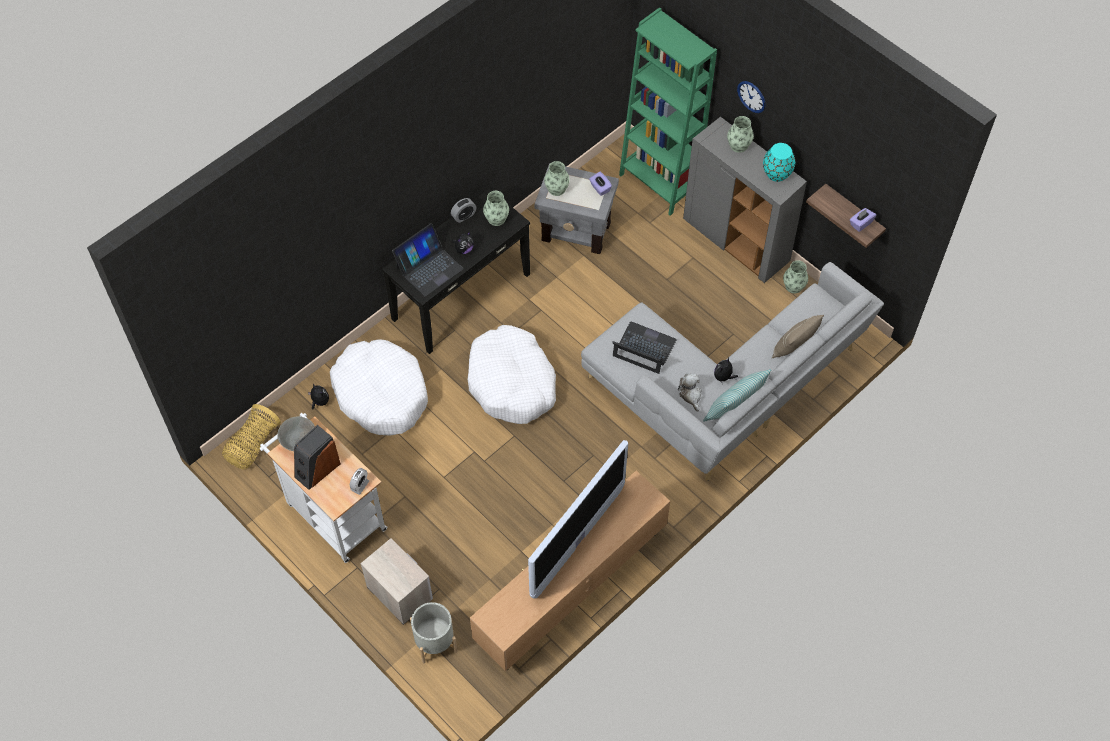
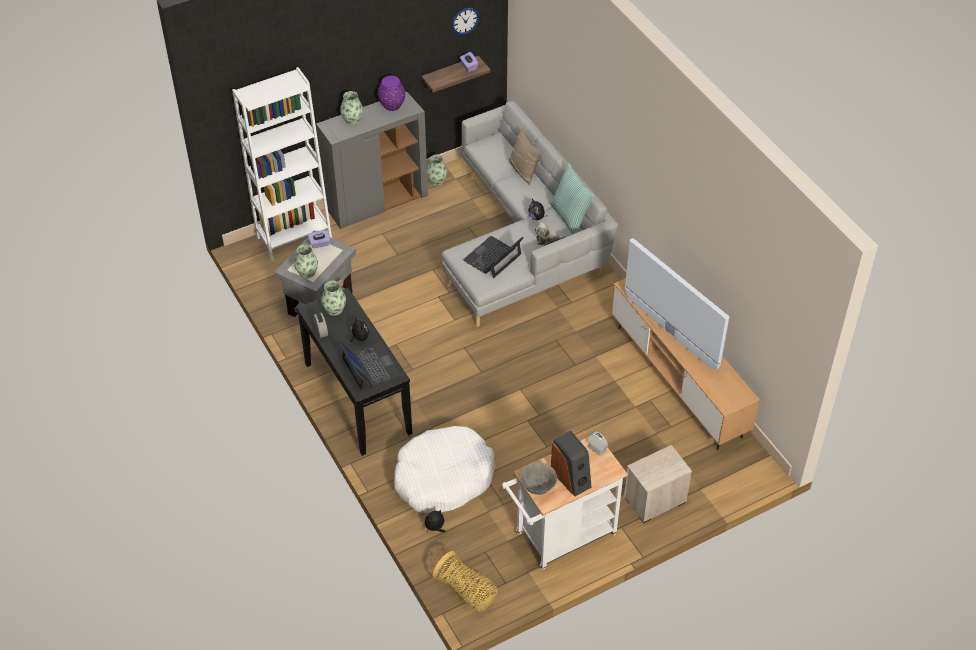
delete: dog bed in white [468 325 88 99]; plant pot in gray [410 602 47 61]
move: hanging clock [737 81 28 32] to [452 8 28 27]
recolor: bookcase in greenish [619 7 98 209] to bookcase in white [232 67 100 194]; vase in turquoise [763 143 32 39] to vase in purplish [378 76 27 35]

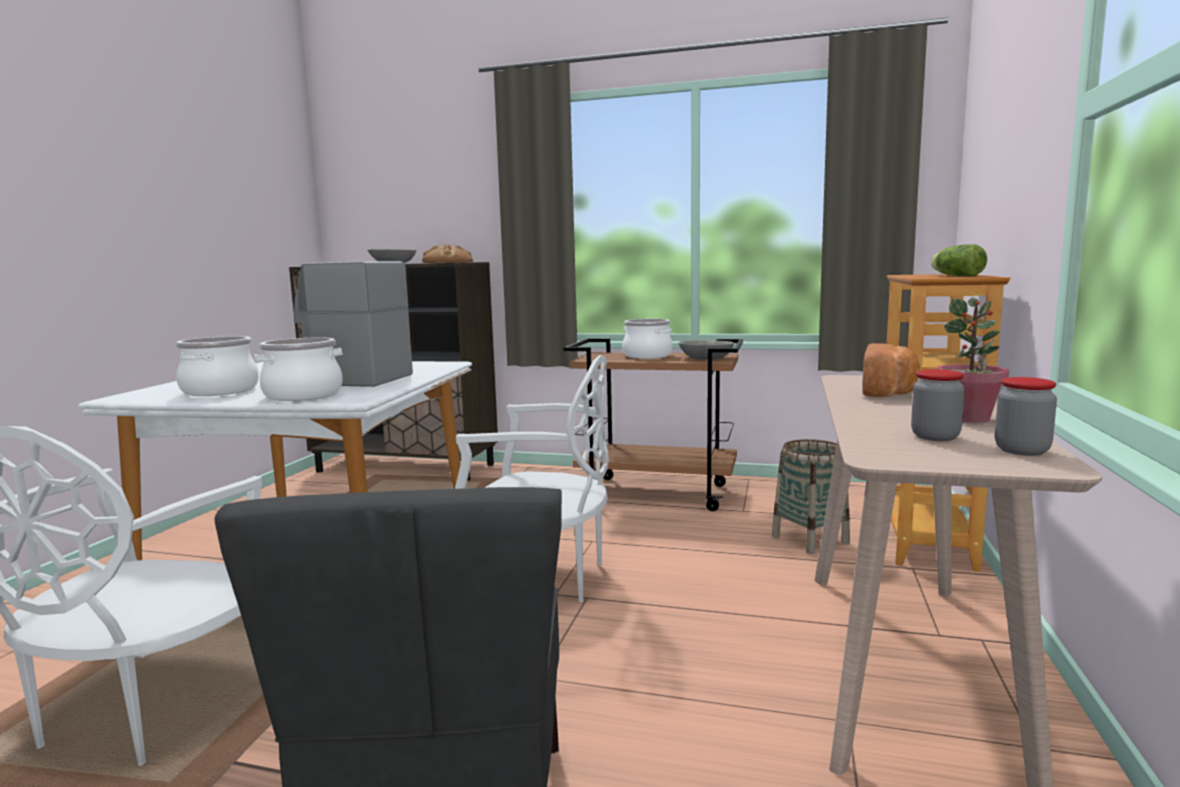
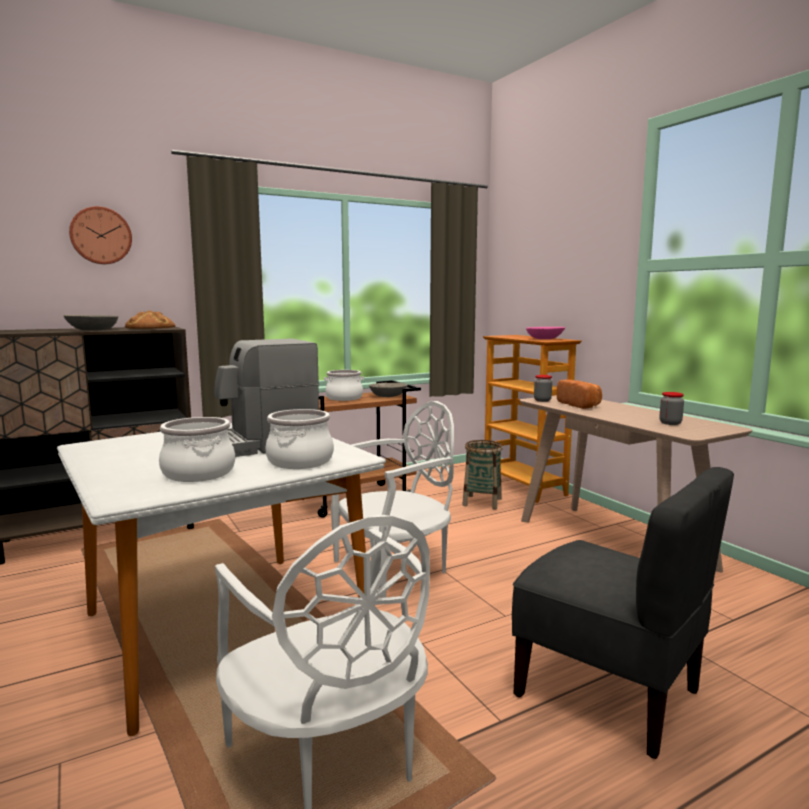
delete: houseplant [937 298 72 125]
insert: hanging clock [69 206 63 58]
move: jar [995 377 62 79] to [534 375 18 27]
replace: lettuce [931 245 56 31] to serving bowl in pinkish [526 327 39 12]

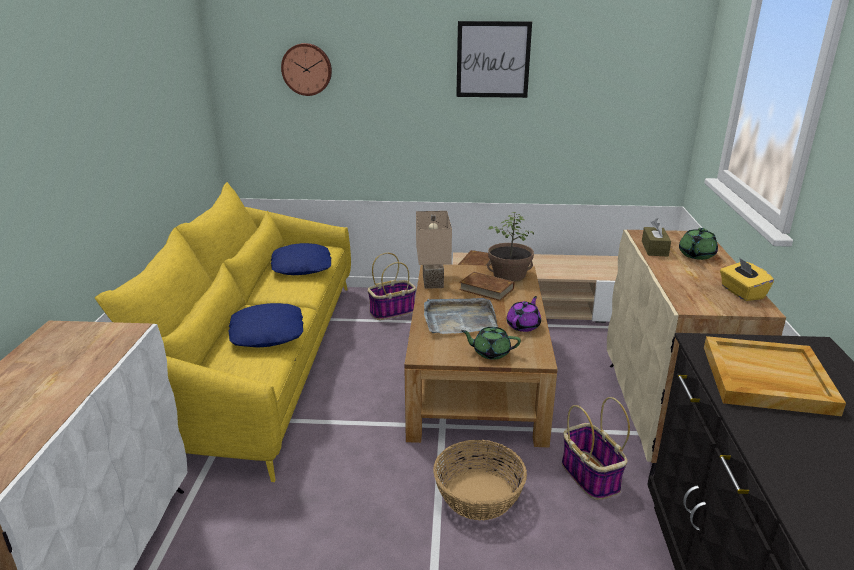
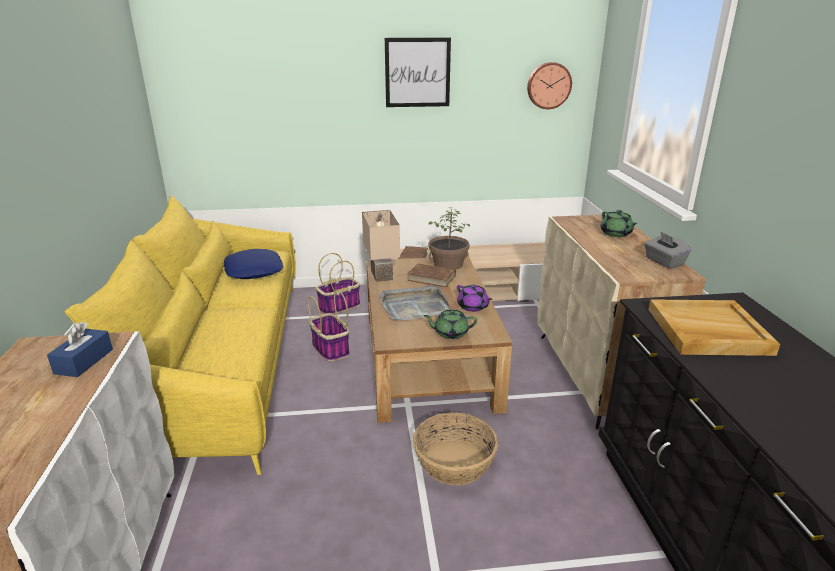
delete: tissue box in brown-coloured [642 218 29 39]; pillow in blue [228 303 75 45]
insert: tissue box in blue [47 322 66 55]
move: hanging clock [281 43 51 53] to [527 62 45 47]; storage basket [562 397 68 103] to [308 290 41 71]
recolor: tissue box in yellow-coloured [720 257 54 44] to tissue box in gray [644 232 48 36]
rotate: teapot in greenish [679 228 39 32] = [600 210 38 27] 45 degrees counterclockwise; teapot in purplish [507 296 34 36] = [457 284 35 28] 120 degrees clockwise

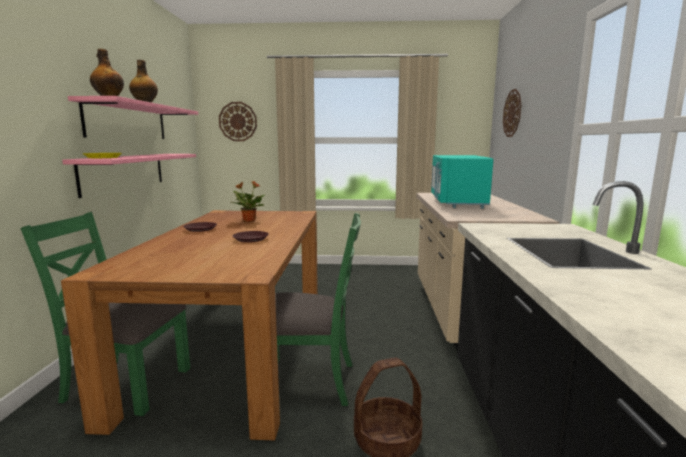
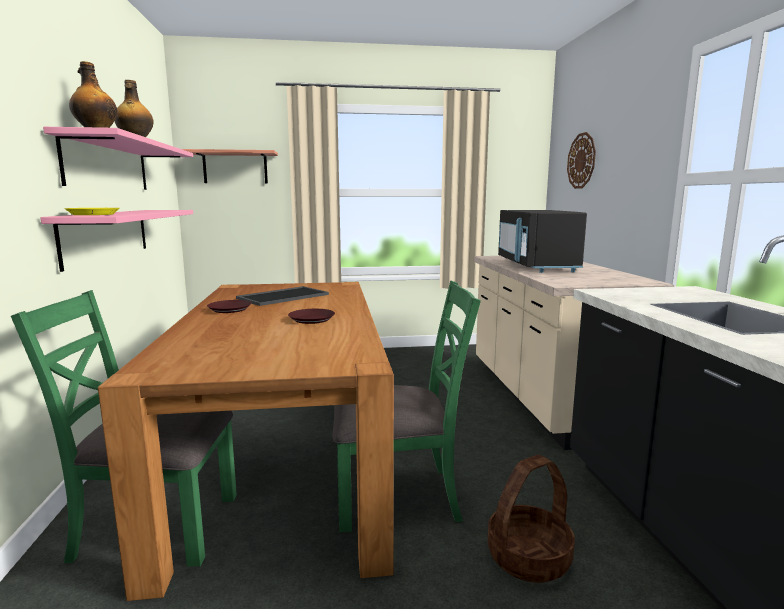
replace: hanging clock [219 102 38 39] to shelf [182 149 96 35]; houseplant [231 181 34 41] to carrying tray [236 286 93 20]
recolor: kitchen microwave in turquoise [431 155 62 54] to kitchen microwave in blackish [498 210 89 63]

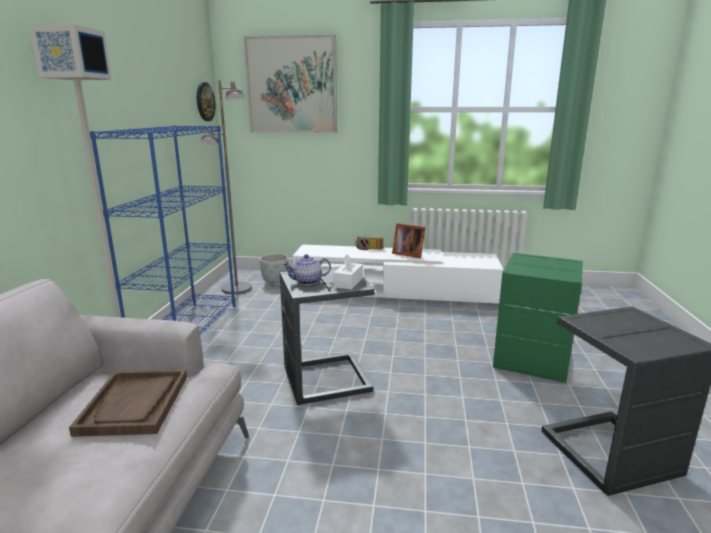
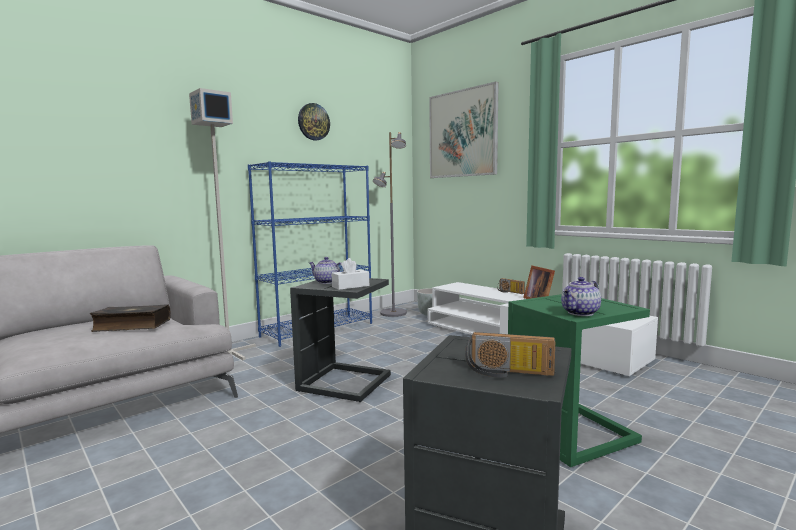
insert: teapot [561 277 40 39]; radio receiver [465 332 90 46]
move: hanging clock [197 82 18 39] to [298 103 32 38]
replace: carrying tray in brown-coloured [69 369 118 68] to bound book [90 304 81 28]

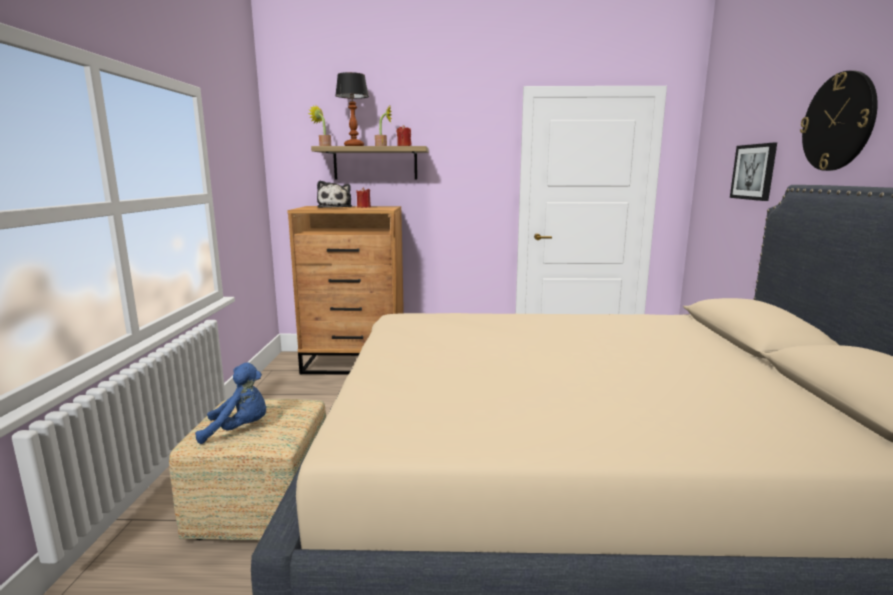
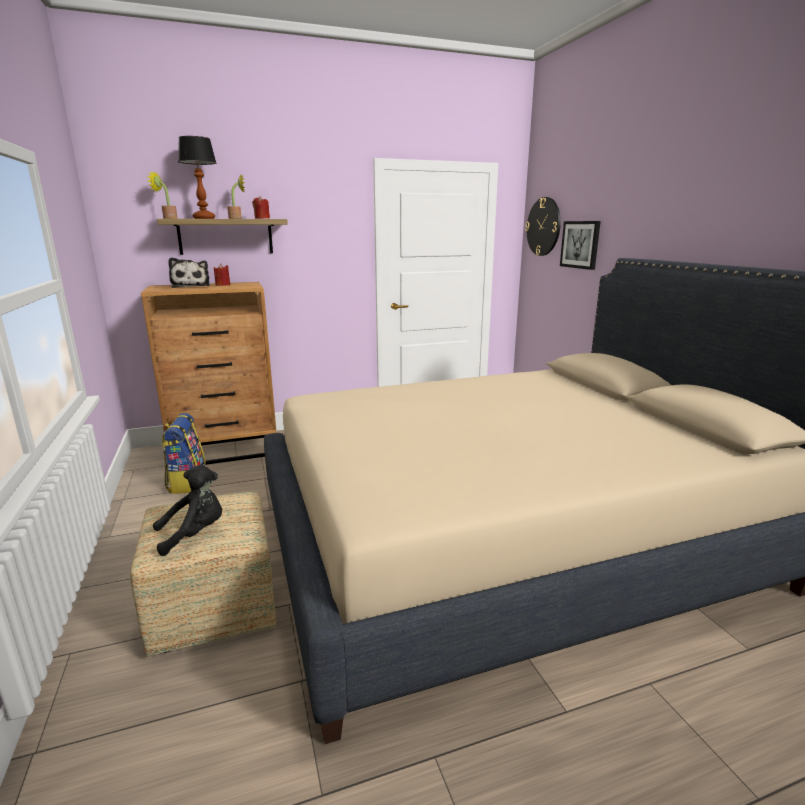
insert: backpack [162 413 44 81]
move: hanging clock [800 71 78 100] to [525 197 36 59]
recolor: plush toy in blue [195 363 71 81] to plush toy in blackish [153 465 69 91]

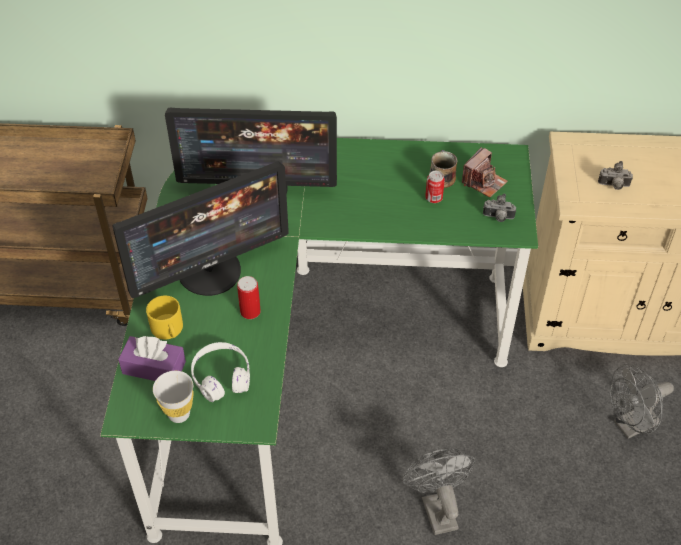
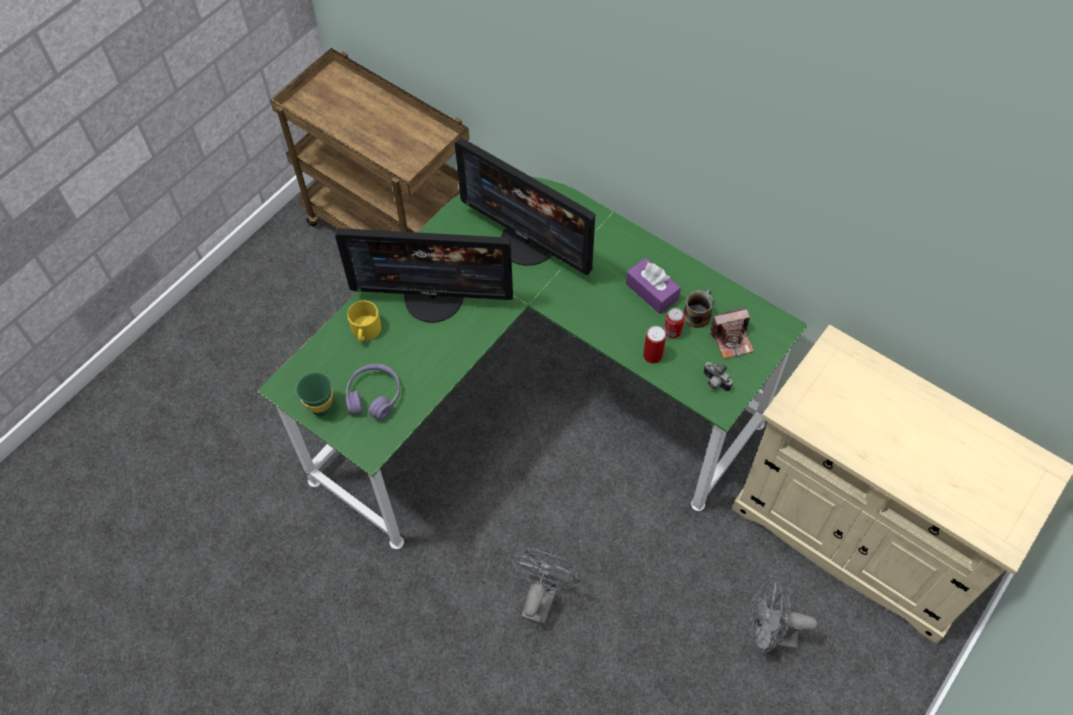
delete: photo camera [598 161 35 29]
move: sealed can [237 276 24 43] to [643 326 23 38]; tissue box in purplish [118 336 68 45] to [626 257 55 57]
recolor: headset in white [191 342 59 60] to headset in purplish [345 364 55 56]; small cup in white [153 371 41 52] to small cup in greenish [296 372 37 44]

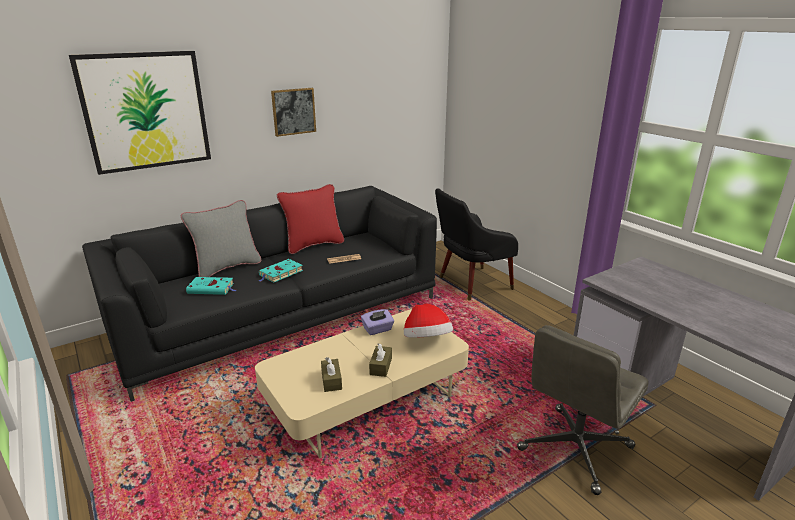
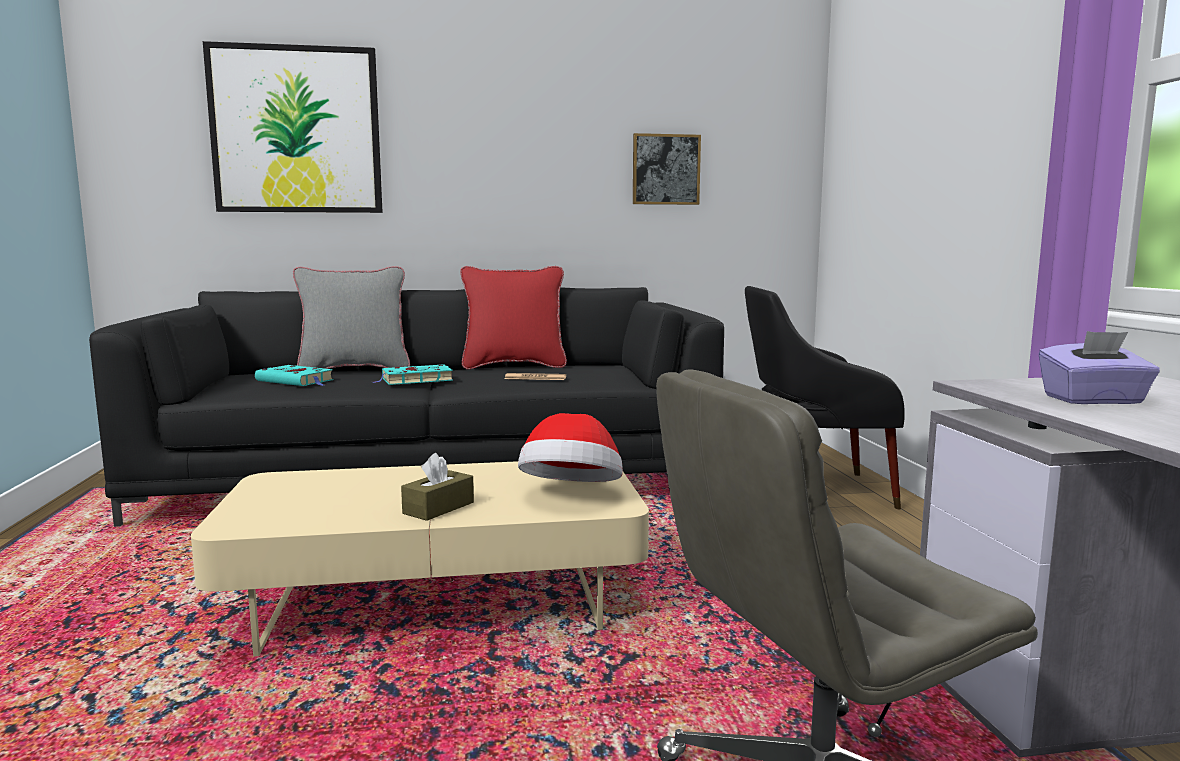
delete: tissue box in brown-coloured [321 357 21 35]
move: wall art [271 88 45 49] to [633 133 68 72]; tissue box in purplish [361 309 33 26] to [1039 331 121 73]

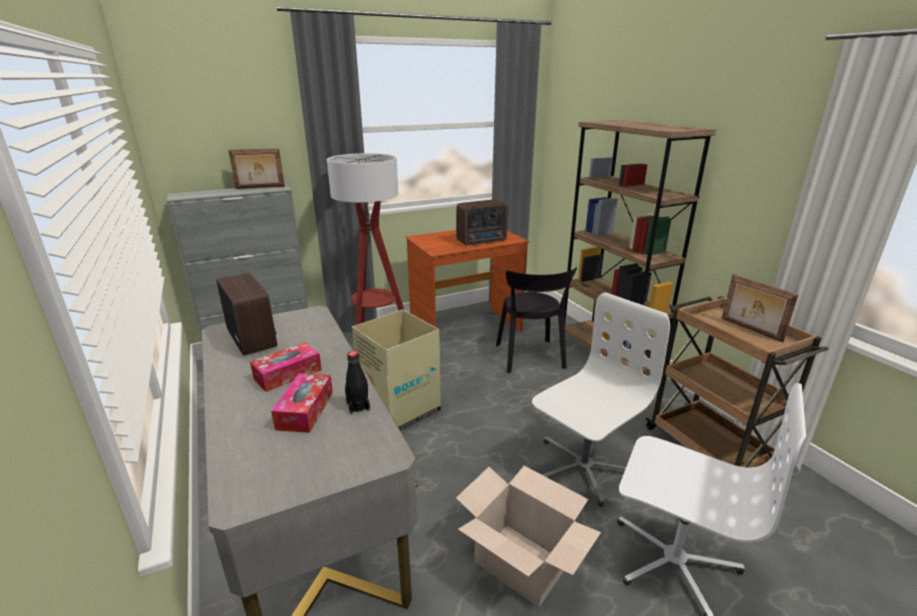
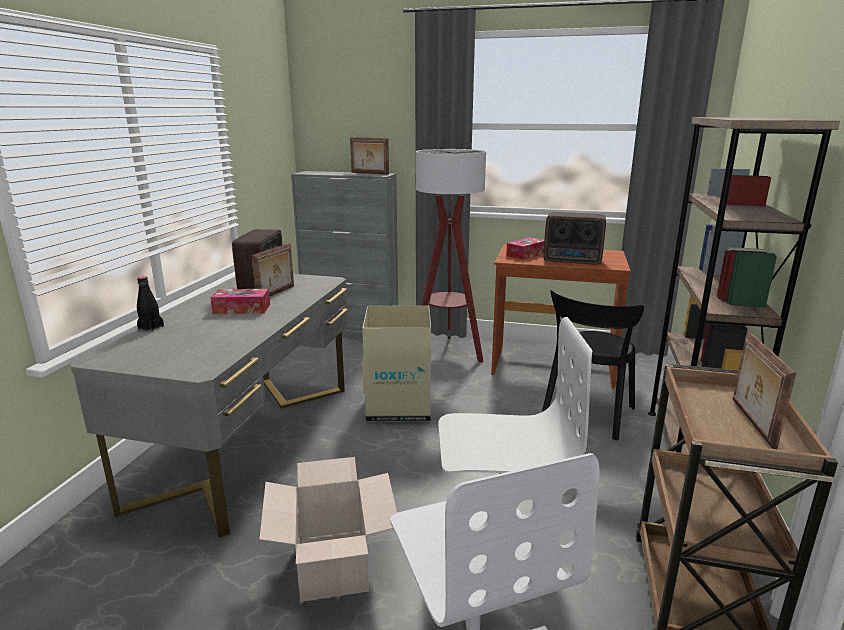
insert: standing frame [252 243 42 54]
move: drink bottle in blackish [345 351 25 63] to [137 276 27 56]; tissue box [271 373 62 60] to [506 237 38 23]

